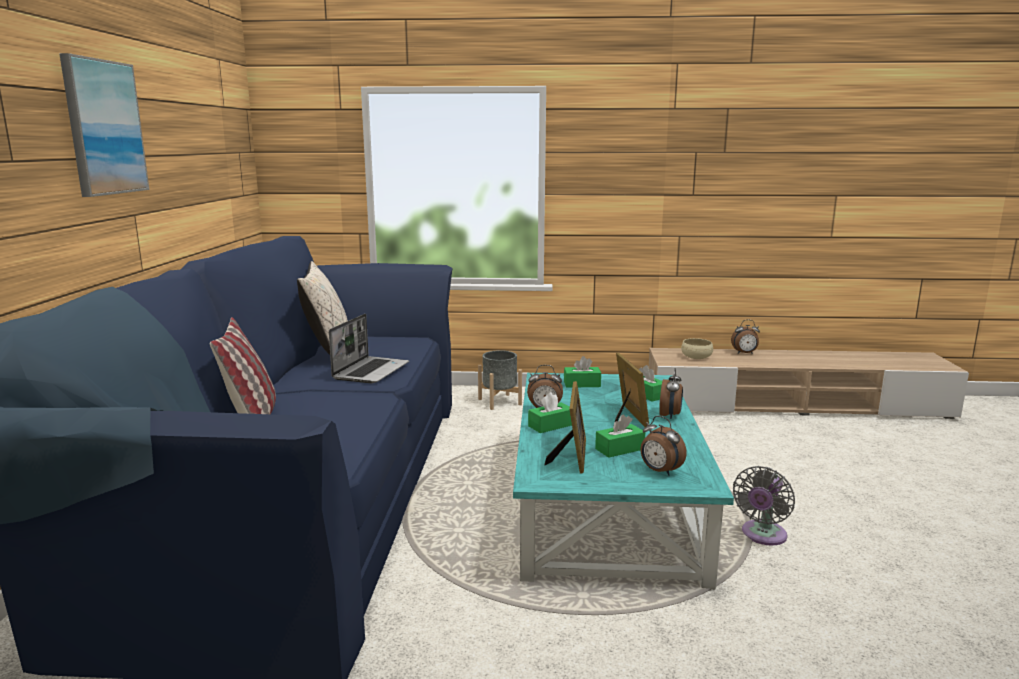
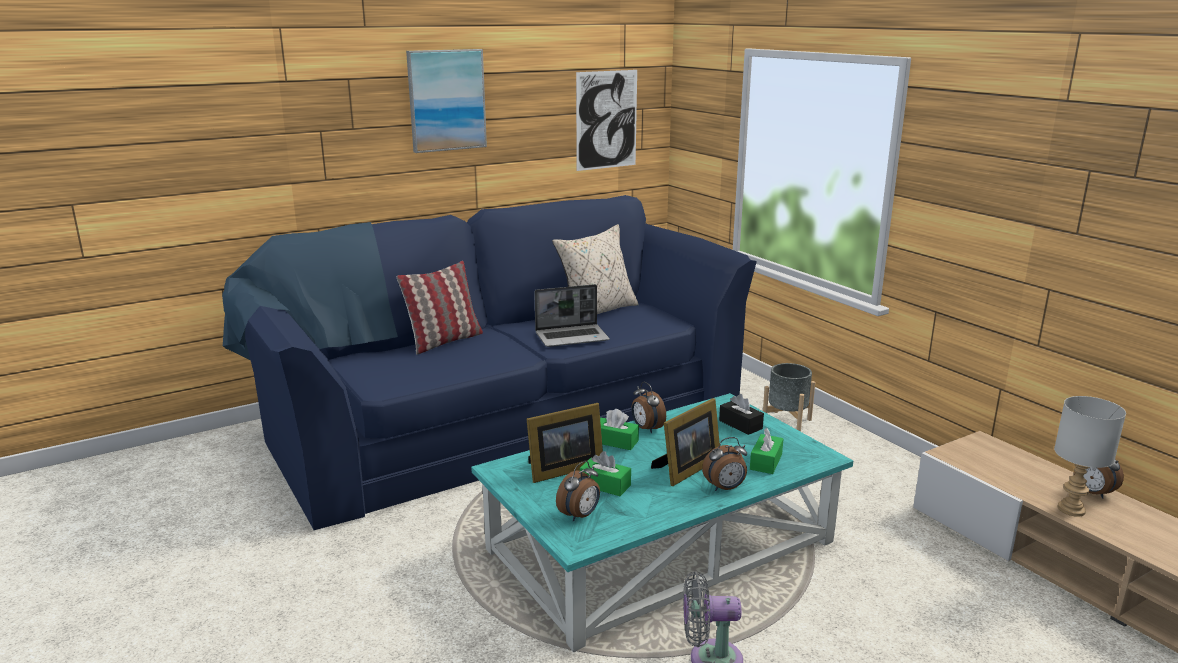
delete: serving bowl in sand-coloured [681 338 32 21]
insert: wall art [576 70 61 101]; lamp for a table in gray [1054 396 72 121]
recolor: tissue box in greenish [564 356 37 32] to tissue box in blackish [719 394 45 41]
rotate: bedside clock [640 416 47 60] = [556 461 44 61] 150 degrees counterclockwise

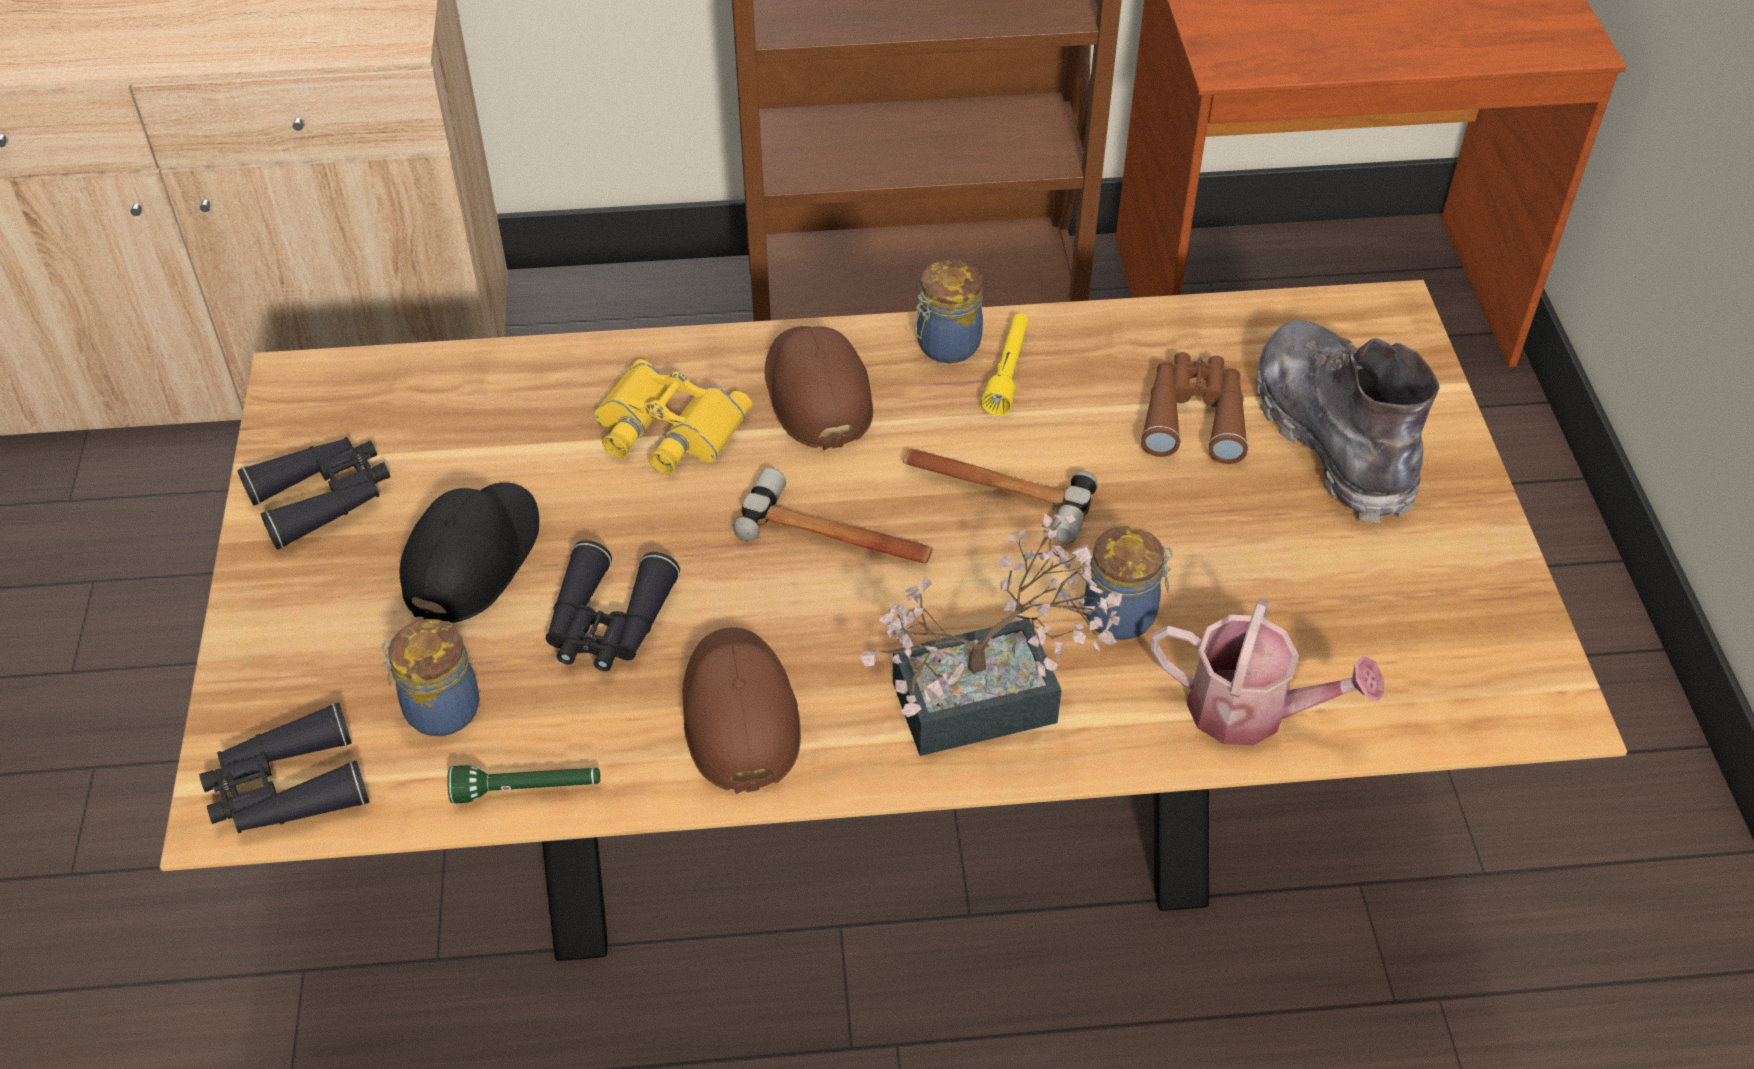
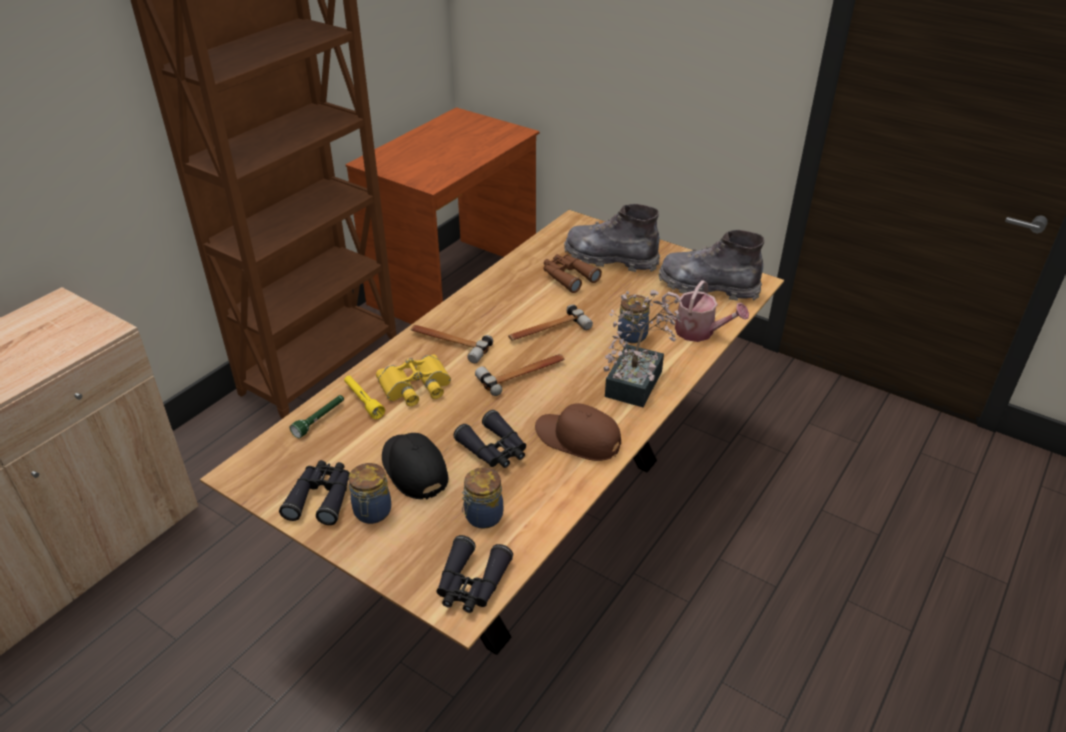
insert: boot in gray [659 230 105 71]
move: jar [914 260 69 103] to [348 463 43 61]; flashlight in yellow-coloured [981 314 47 102] to [344 376 41 43]; flashlight in greenish [447 765 153 38] to [290 395 54 43]
replace: baseball cap in brown-coloured [765 326 108 124] to hand hammer [411 325 82 38]
rotate: sprinkling can [1151 598 233 148] = [662 280 87 62] 60 degrees clockwise

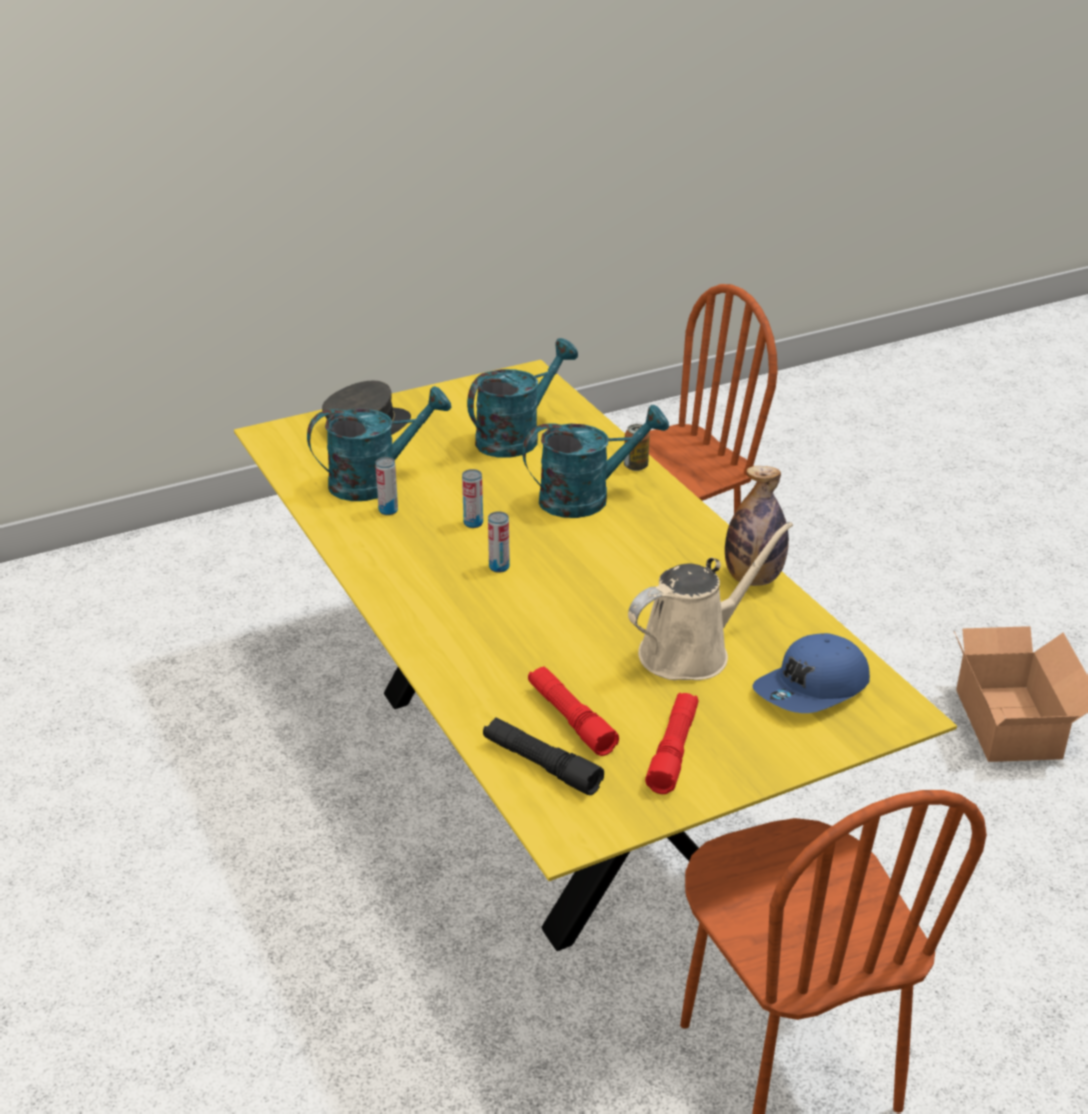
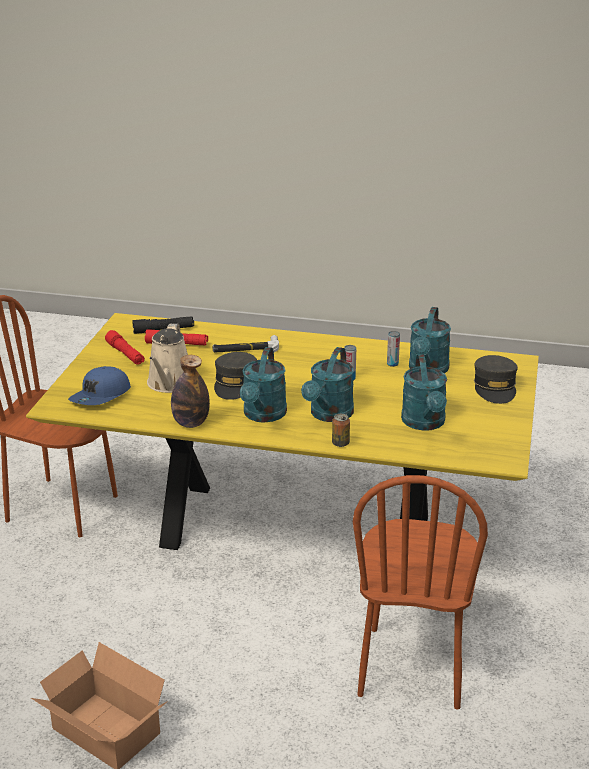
delete: sealed can [488 511 22 62]
insert: hand hammer [213 335 66 18]; sprinkling can in turquoise [240 347 47 76]; baseball cap in gray [214 352 43 48]
rotate: baseball cap in blue [752 633 118 80] = [68 366 63 39] 150 degrees counterclockwise

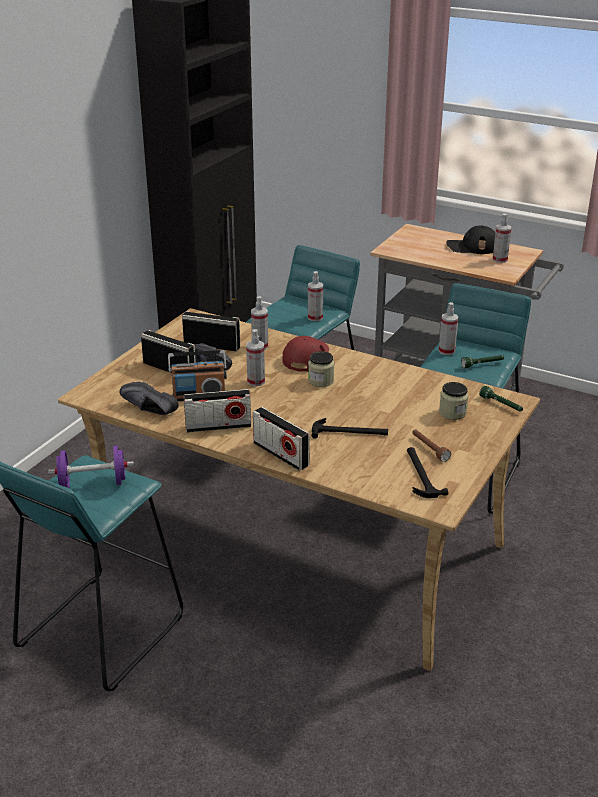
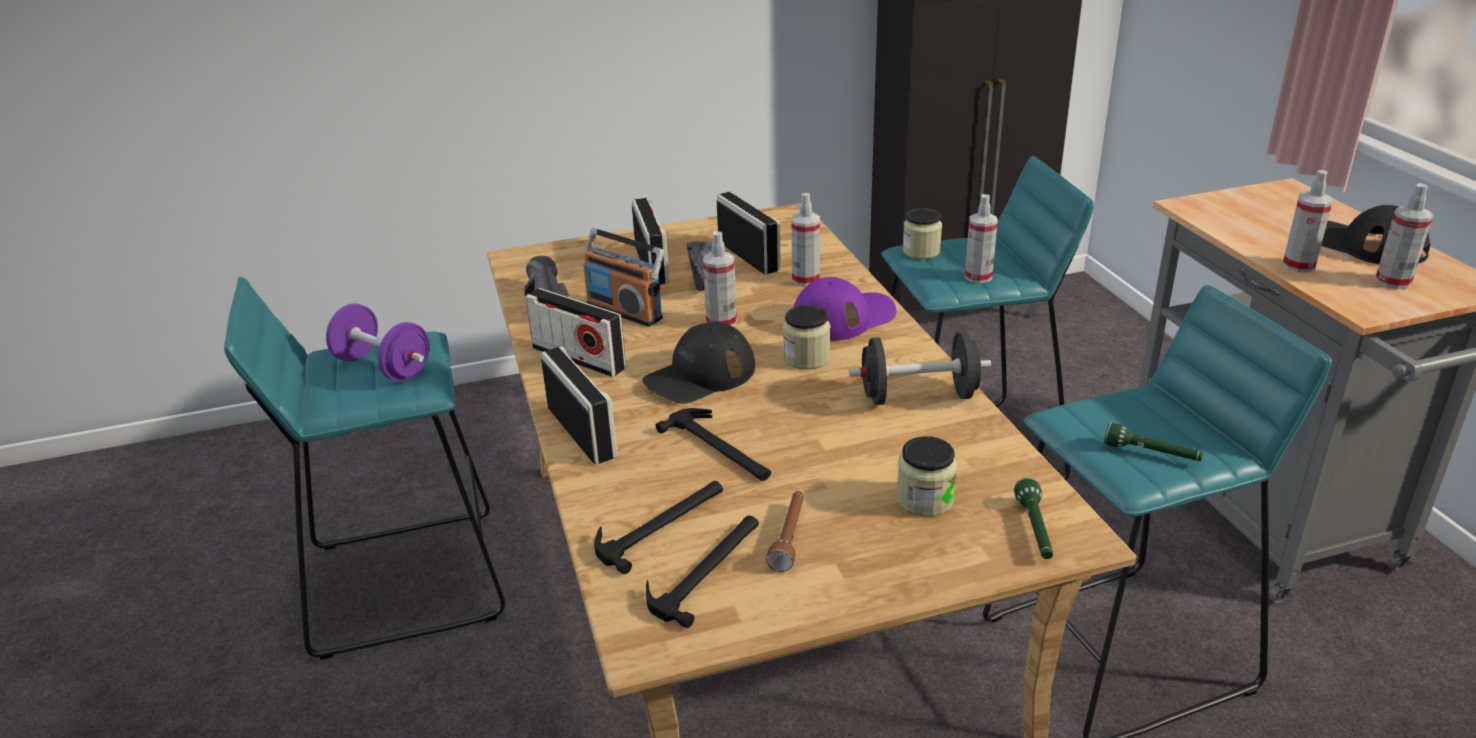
insert: jar [903 208 39 51]; baseball cap in blackish [642 322 113 81]; hand weight in blackish [849 332 142 73]; hand hammer [594 481 129 93]
move: hand sprayer [439 302 19 53] to [1282 170 51 103]
recolor: baseball cap in red-coloured [283 336 46 36] to baseball cap in purplish [793 277 103 64]
rotate: radio receiver [253 407 57 64] = [541 346 77 118] 150 degrees clockwise

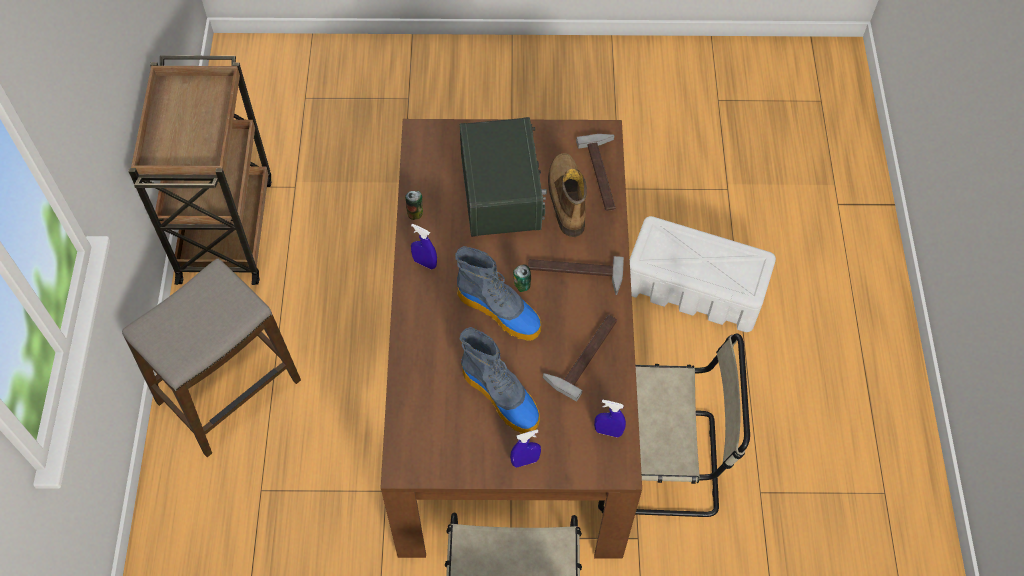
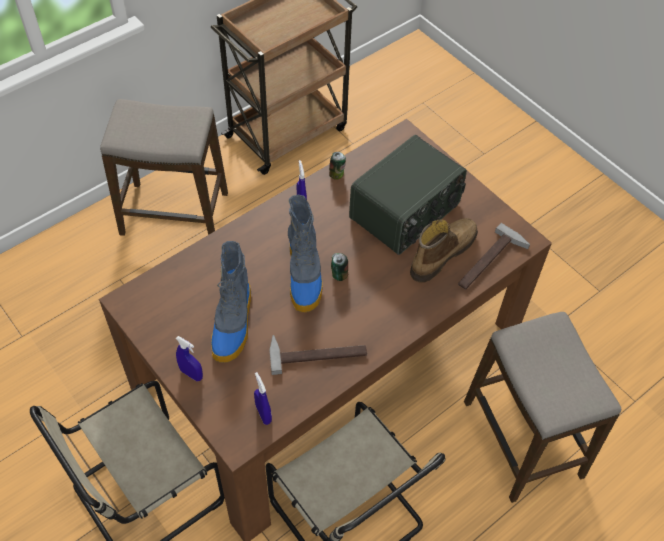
delete: hand hammer [528 256 96 39]
replace: storage bin in white [630 216 146 116] to stool [464 312 157 191]

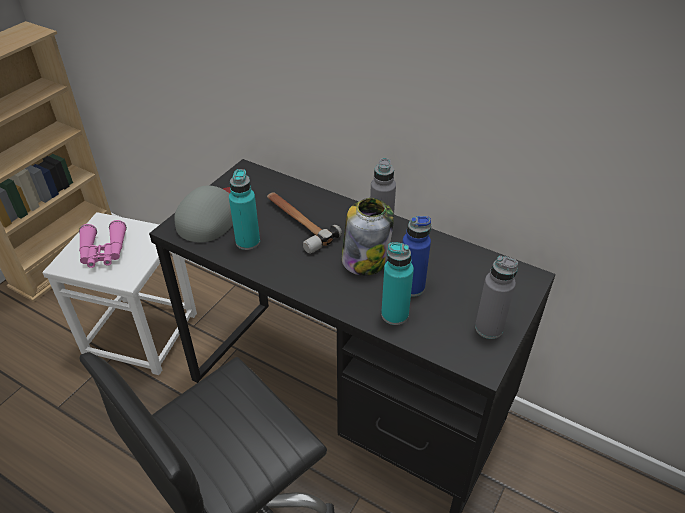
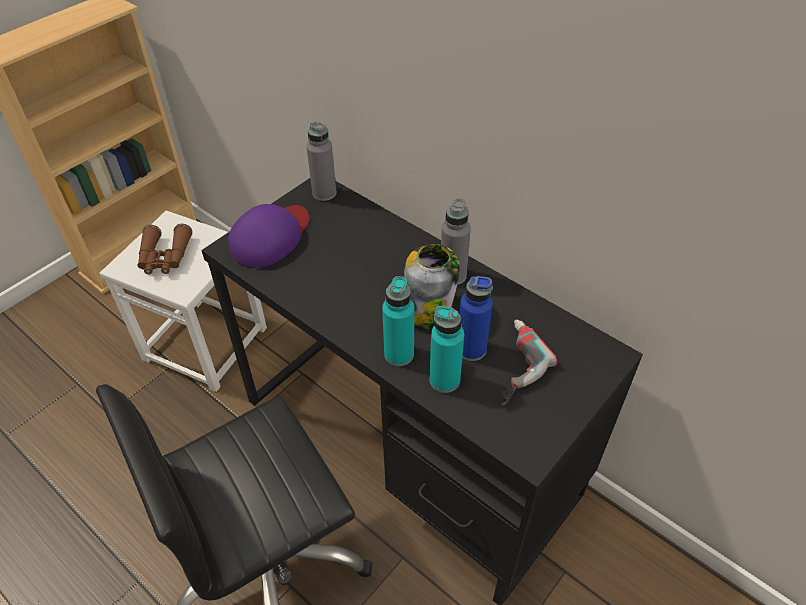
delete: hand hammer [267 192 75 62]
insert: electric drill [502 320 55 86]
move: drink bottle in turquoise [229 169 31 81] to [382 276 32 90]; drink bottle in gray [475 256 43 83] to [306 121 31 80]
recolor: baseball cap in gray [174 185 59 57] to baseball cap in purplish [228 204 82 64]; binoculars in pinkish [79 220 48 48] to binoculars in brown-coloured [137 224 55 51]

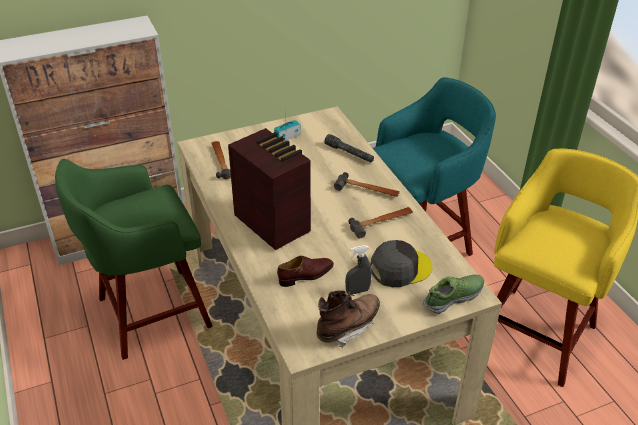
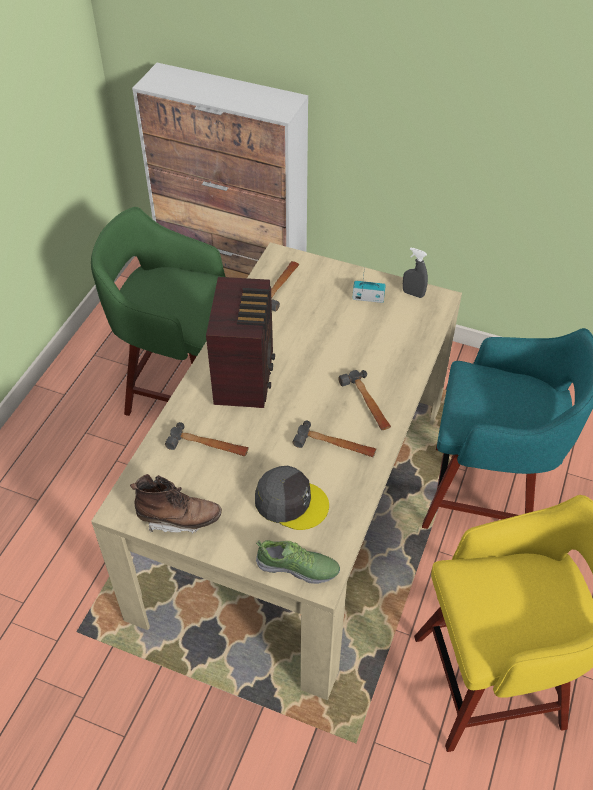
delete: flashlight in gray [324 134 50 29]
move: hand sprayer in gray [345 245 27 50] to [403 247 25 51]
replace: item of footwear in brown-coloured [277 256 57 31] to hand hammer [165 422 84 34]

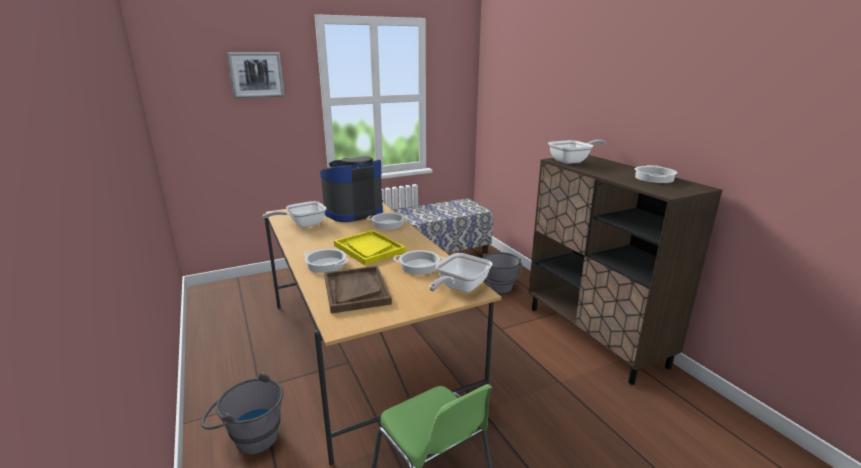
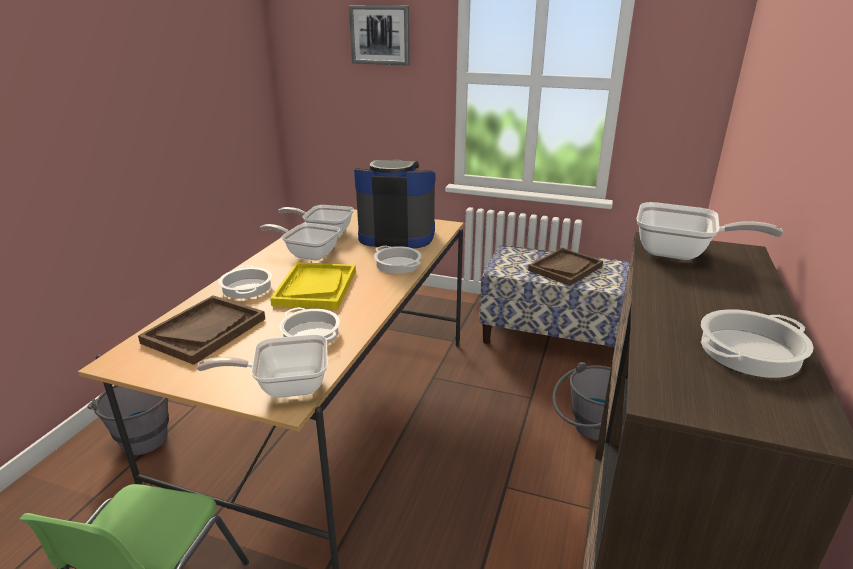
insert: skillet [260 223 80 38]; carrying tray in brown-coloured [528 248 75 38]

